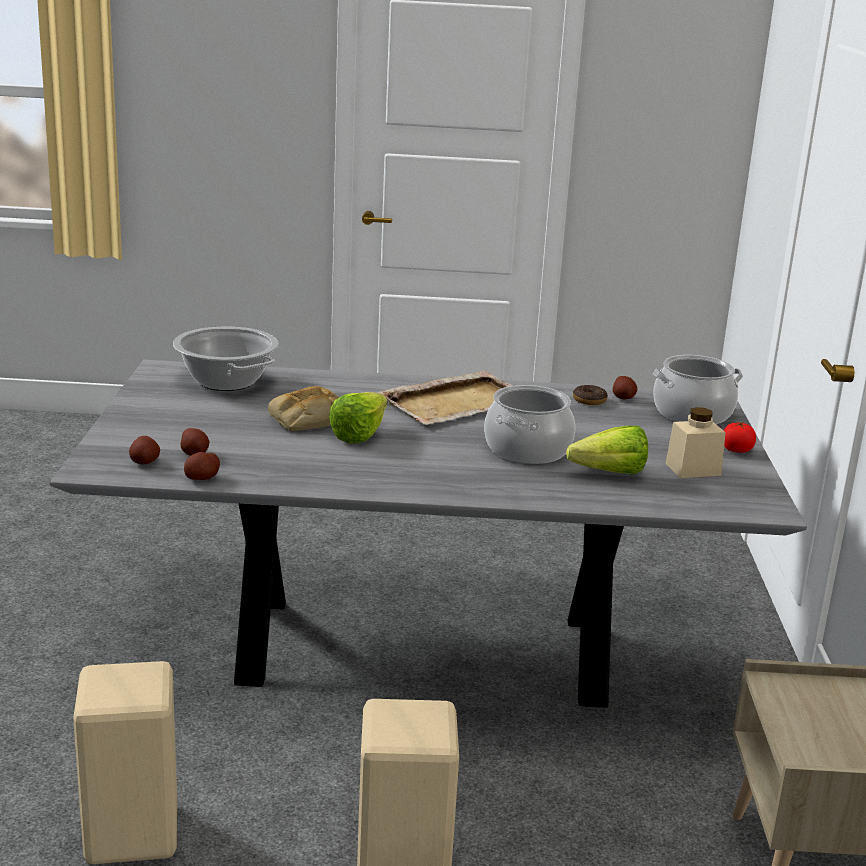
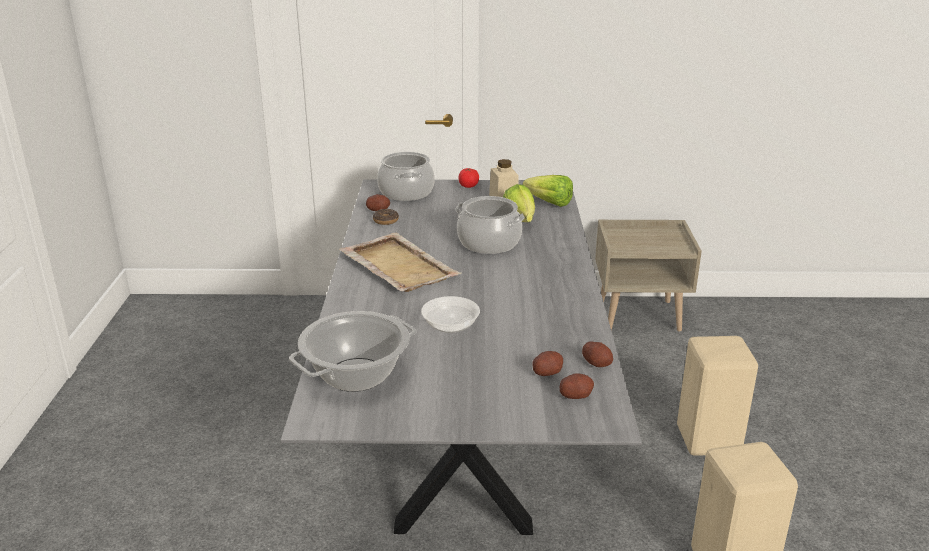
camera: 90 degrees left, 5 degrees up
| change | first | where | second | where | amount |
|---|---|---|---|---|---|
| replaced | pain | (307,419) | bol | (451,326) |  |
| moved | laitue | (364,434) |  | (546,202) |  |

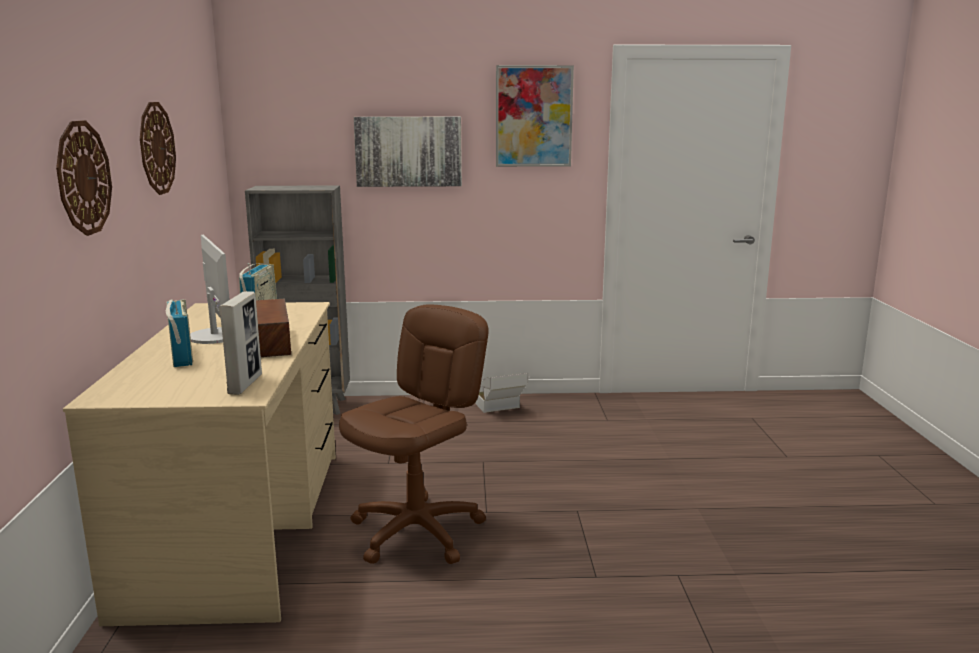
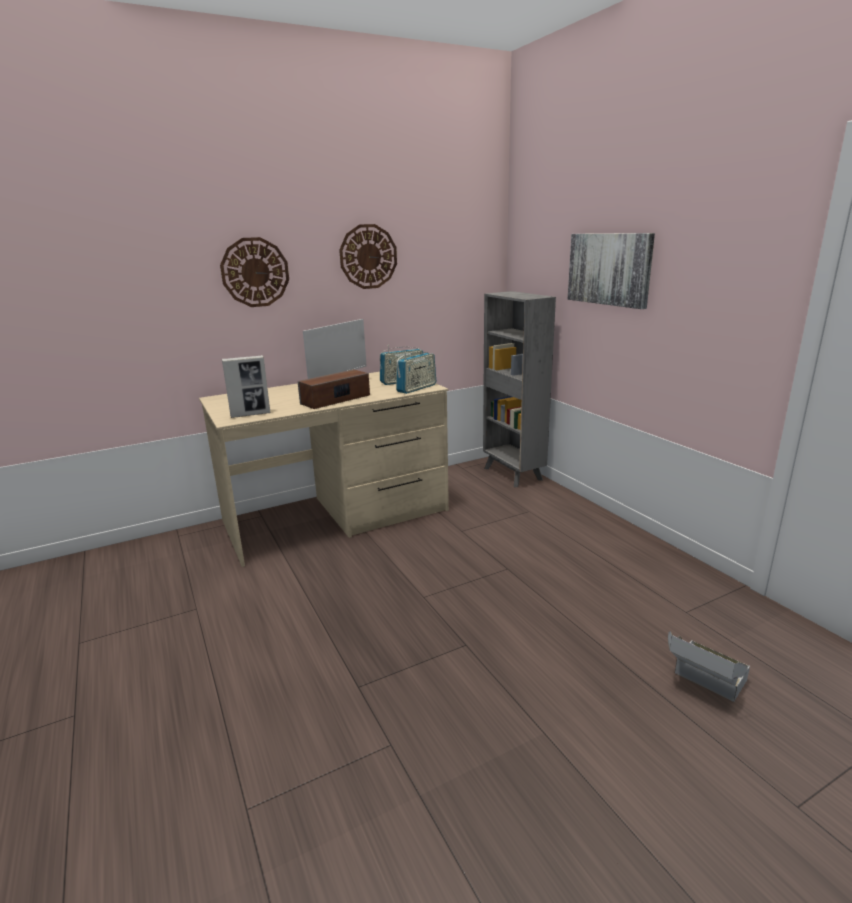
camera: 65 degrees right, 5 degrees up
| change | first | where | second | where | amount |
|---|---|---|---|---|---|
| moved | radio | (181,356) |  | (416,388) |  |
| moved | carton | (501,409) |  | (704,685) |  |
| removed | chaise de bureau (marron) | (417,532) |  |  |  |
| removed | tableau | (533,116) |  |  |  |

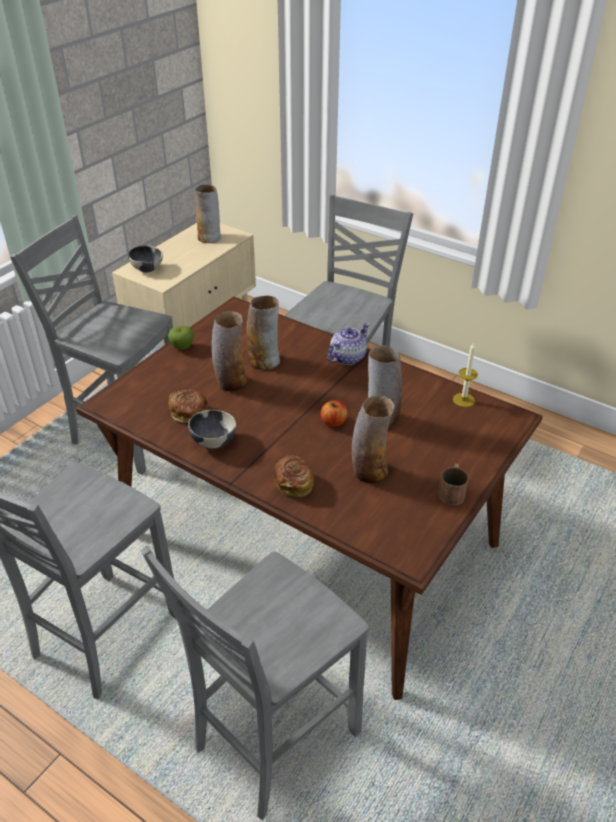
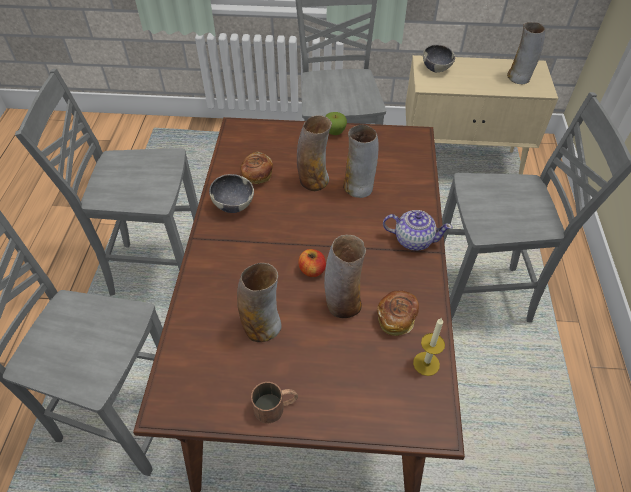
camera: 60 degrees right, 10 degrees up
| change | first | where | second | where | amount |
|---|---|---|---|---|---|
| moved | pain | (293,484) |  | (396,318) |  |

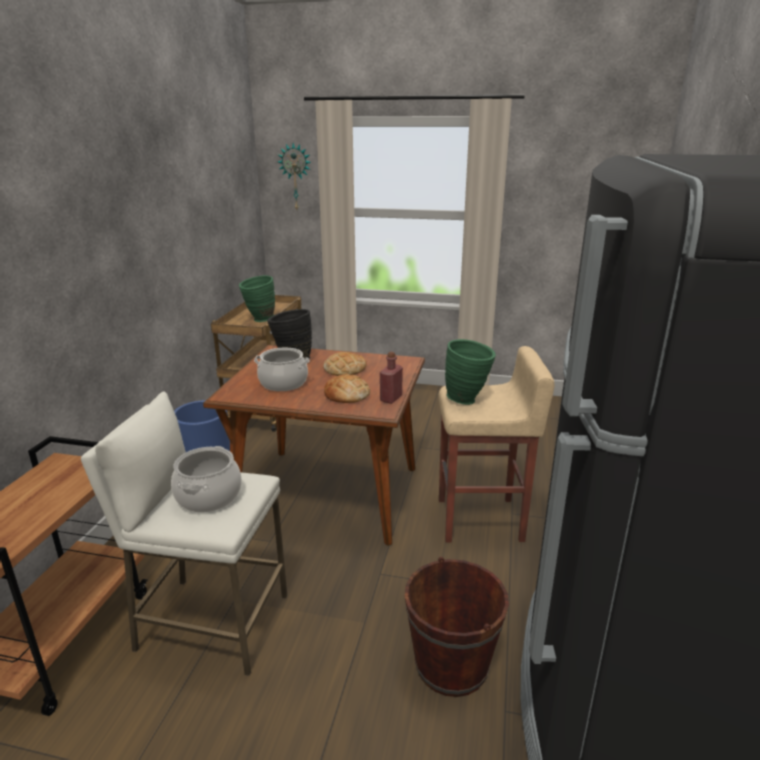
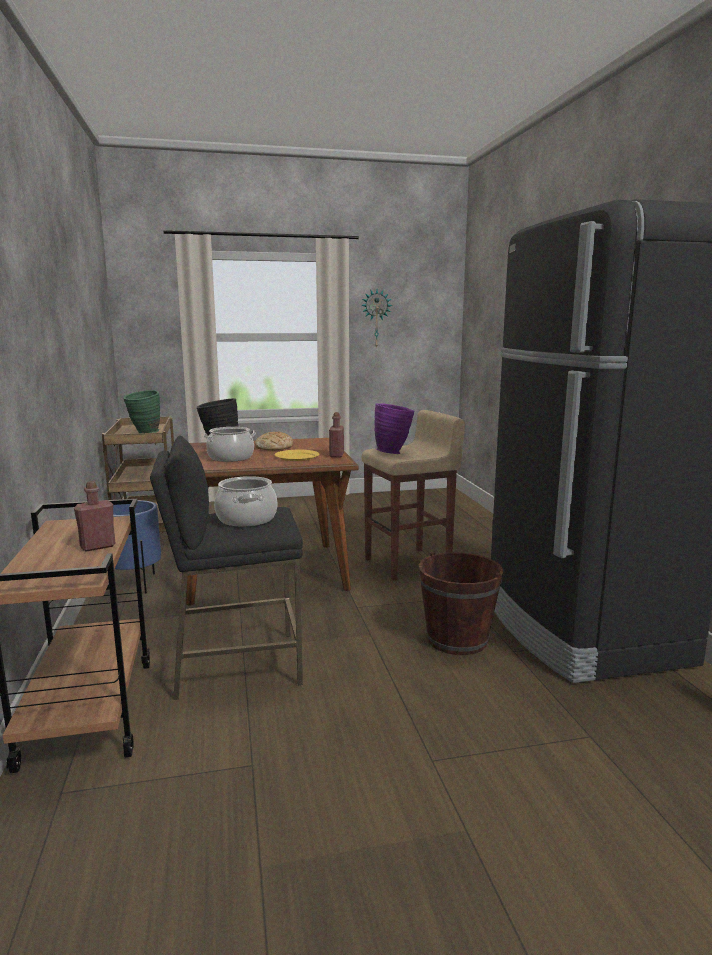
camera: 25 degrees left, 10 degrees down
| change | first | where | second | where | amount |
|---|---|---|---|---|---|
| added |  |  | bouteille (rouge) | (98,546) |  |
| recoloured | tabouret (blanc) | (212,623) | tabouret (noir) | (236,665) |  |
| replaced | pain | (347,394) | assiette (jaune) | (297,457) |  |
| moved | horloge murale | (296,177) |  | (376,318) |  |
| recoloured | vase (vert) | (468,400) | vase (violet) | (394,453) |  |

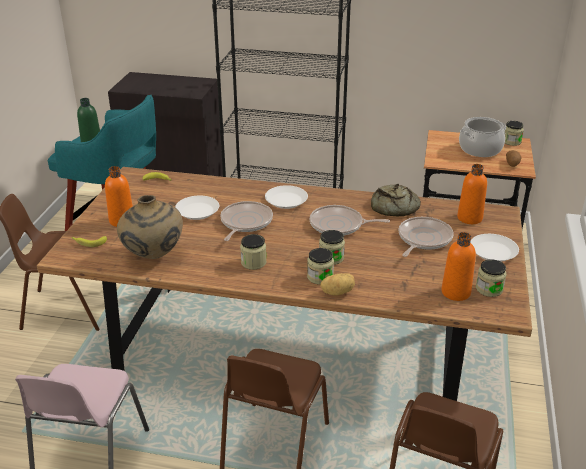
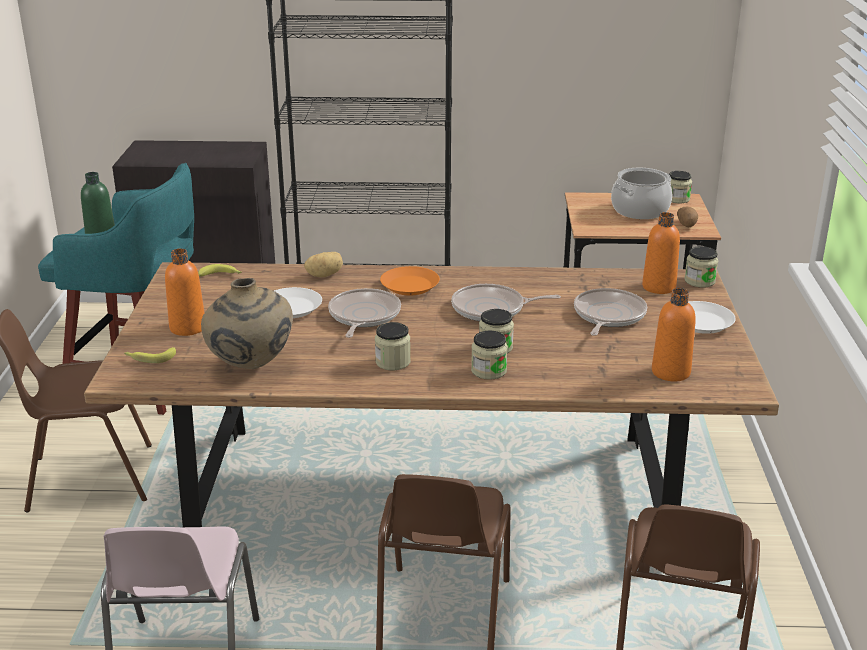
camera: 10 degrees left, 5 degrees down
| change | first | where | second | where | amount |
|---|---|---|---|---|---|
| moved | pomme de terre | (337,292) |  | (324,275) |  |
| recoloured | assiette (blanc) | (286,200) | assiette (orange) | (409,286) |  |
| moved | bocal | (489,289) |  | (699,281) |  |
| removed | pain | (393,207) |  |  |  |

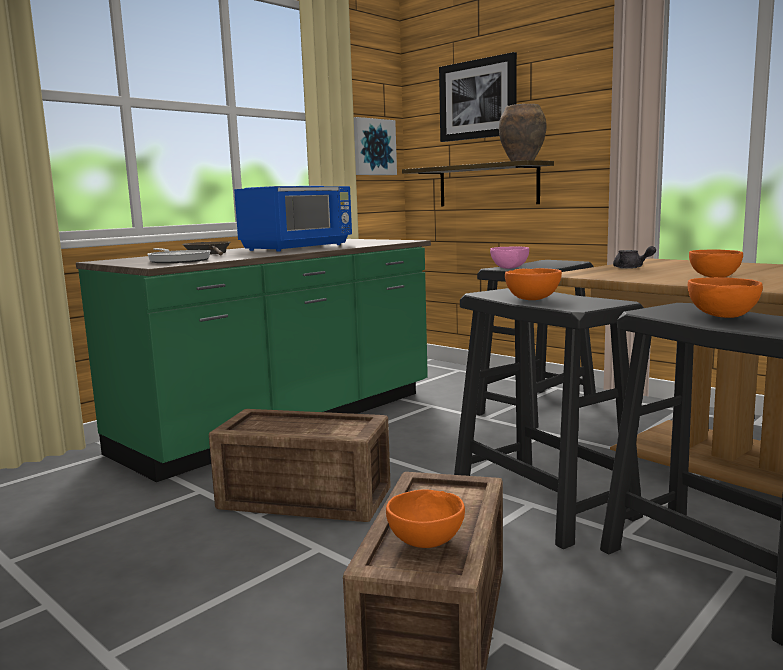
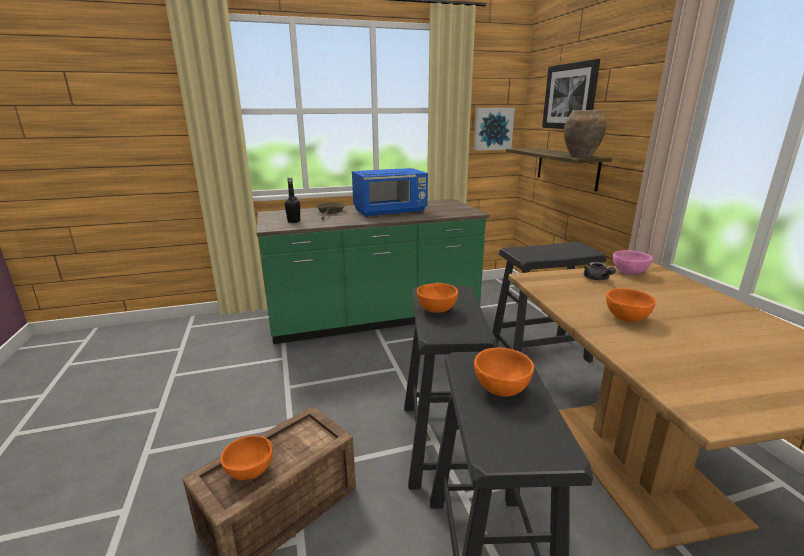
camera: 30 degrees right, 10 degrees up
| change | first | where | second | where | amount |
|---|---|---|---|---|---|
| replaced | poêle | (178,260) | bouteille (noir) | (294,221) |  |
| moved | bol (rose) | (508,268) |  | (628,272) |  |
| removed | caisse | (303,497) |  |  |  |

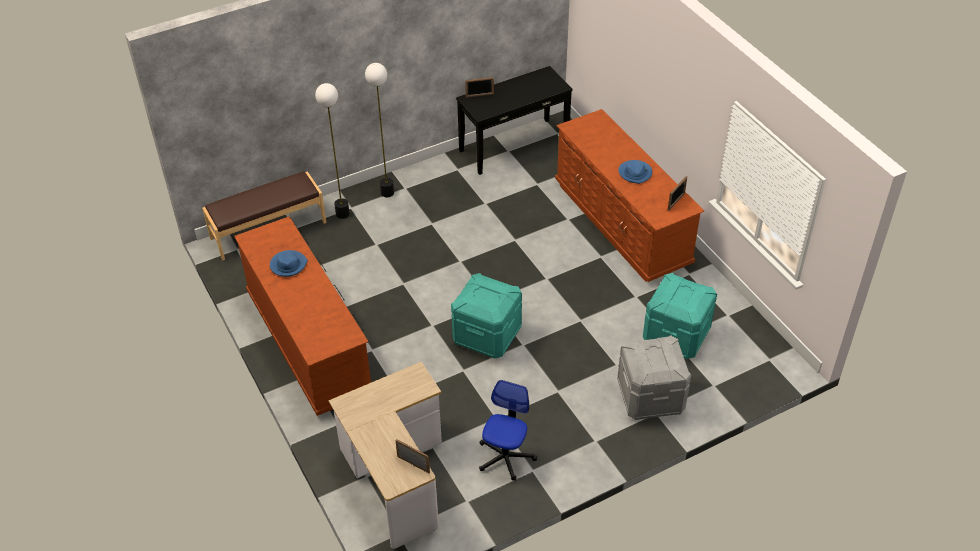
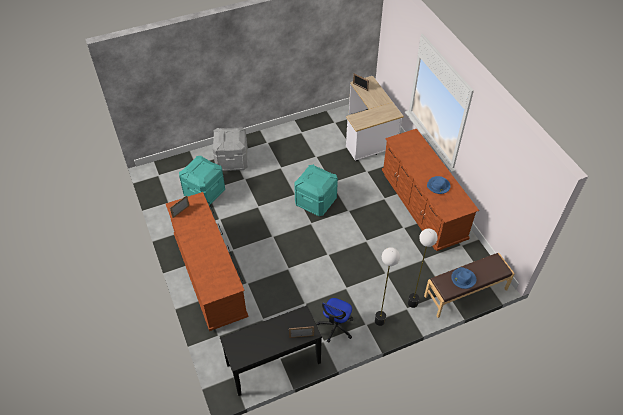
camera: 175 degrees left, 5 degrees up
| change | first | where | second | where | amount |
|---|---|---|---|---|---|
| moved | chaise de bureau | (505,457) |  | (335,327) |  |
| moved | chapeau (bleu) | (635,173) |  | (463,279) |  |

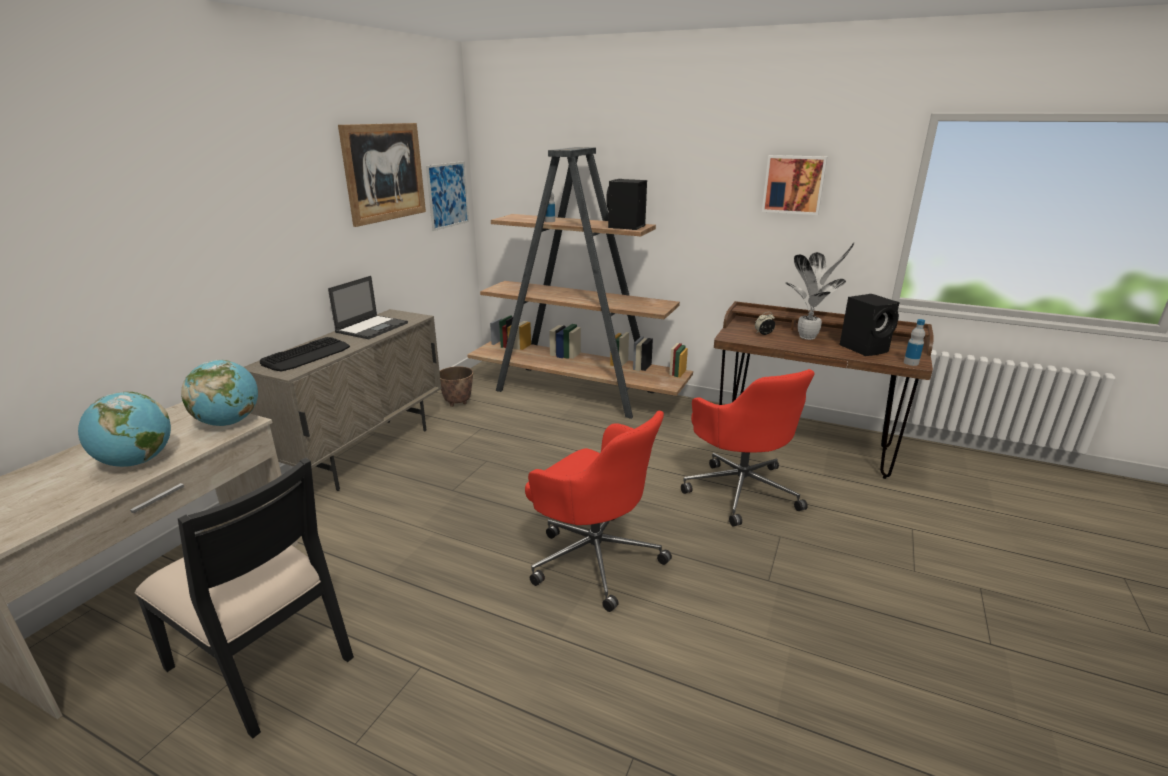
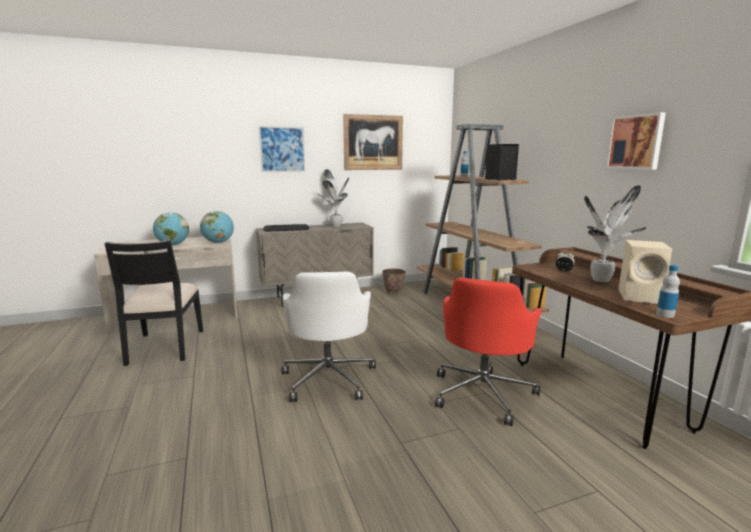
camera: 45 degrees right, 10 degrees down
| change | first | where | second | where | amount |
|---|---|---|---|---|---|
| moved | tableau | (448,195) |  | (282,149) |  |
| recoloured | chaise de bureau (rouge) | (594,557) | chaise de bureau (blanc) | (329,378) |  |
| replaced | ordinateur portable | (372,327) | plante en pot | (335,226) |  |
| recoloured | enceinte (noir) | (865,348) | enceinte (beige) | (641,297) |  |

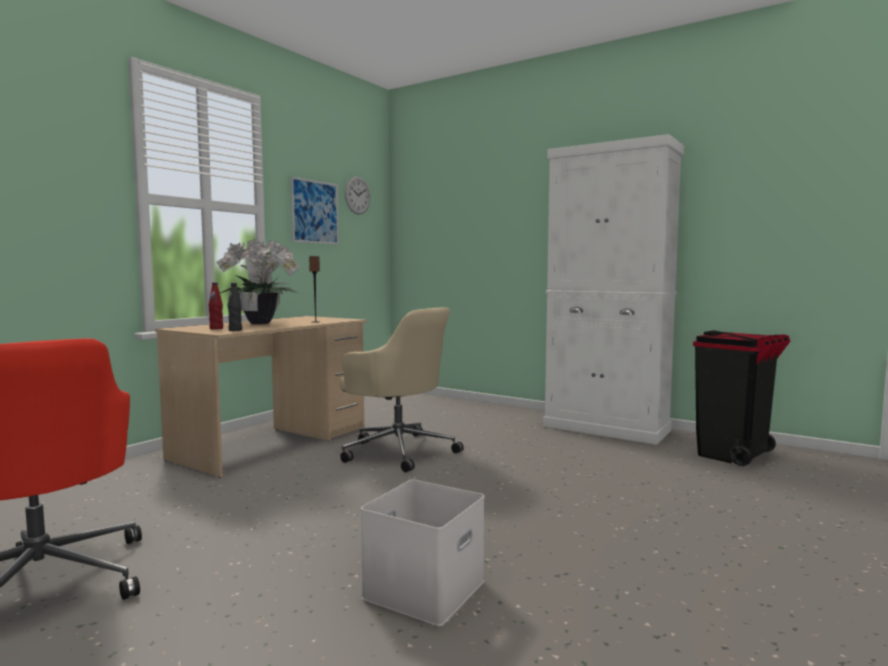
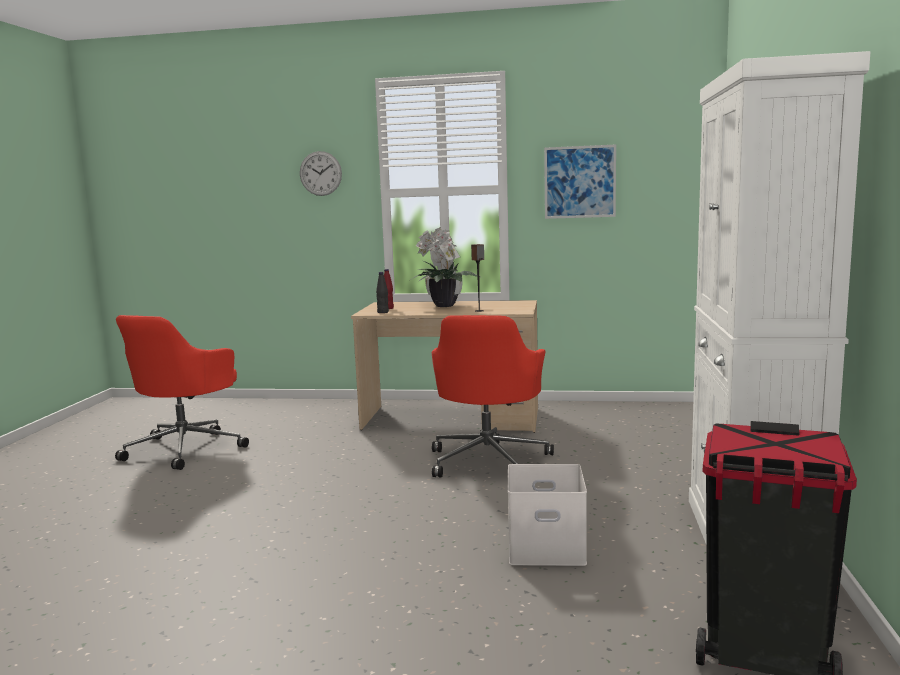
camera: 65 degrees right, 5 degrees up
| change | first | where | second | where | amount |
|---|---|---|---|---|---|
| moved | horloge murale | (357,195) |  | (320,173) |  |
| recoloured | chaise de bureau (beige) | (398,451) | chaise de bureau (rouge) | (488,460) |  |
| moved | boîte de rangement (blanc) | (425,591) |  | (544,548) |  |

